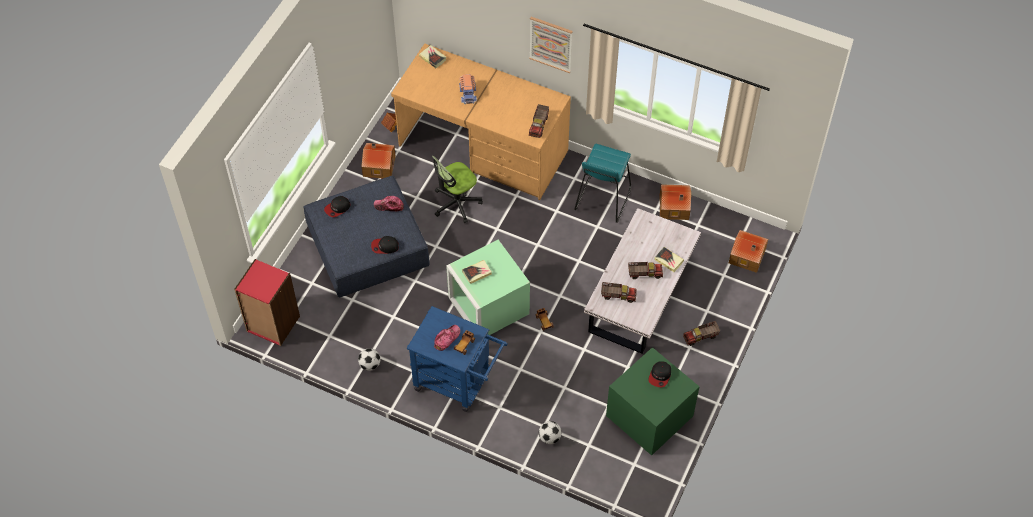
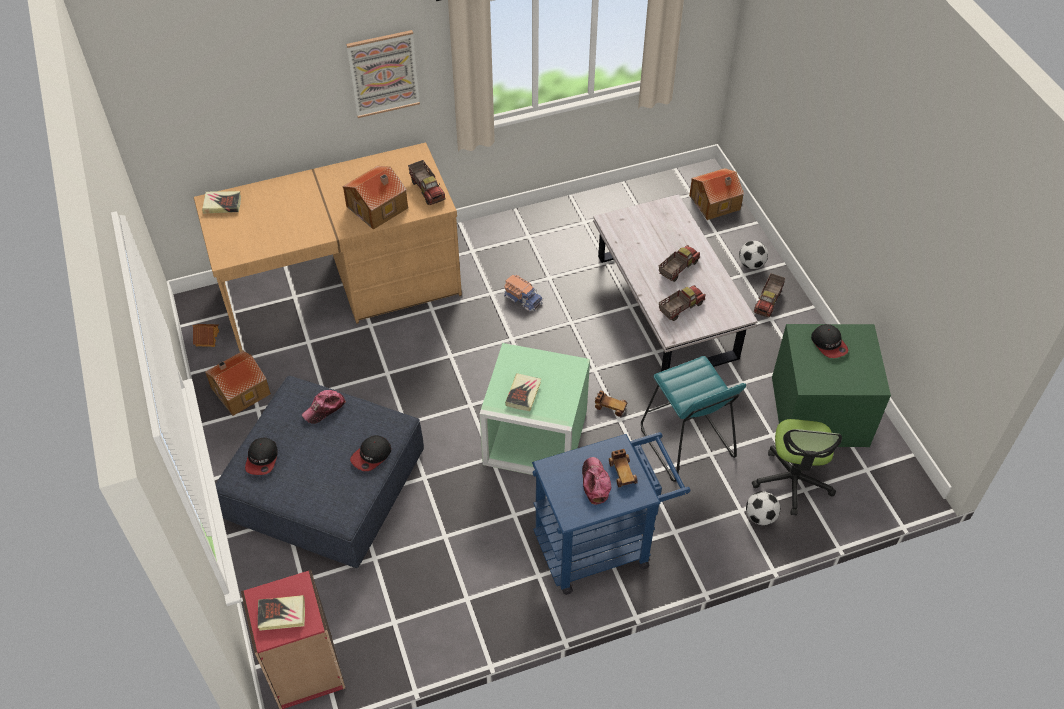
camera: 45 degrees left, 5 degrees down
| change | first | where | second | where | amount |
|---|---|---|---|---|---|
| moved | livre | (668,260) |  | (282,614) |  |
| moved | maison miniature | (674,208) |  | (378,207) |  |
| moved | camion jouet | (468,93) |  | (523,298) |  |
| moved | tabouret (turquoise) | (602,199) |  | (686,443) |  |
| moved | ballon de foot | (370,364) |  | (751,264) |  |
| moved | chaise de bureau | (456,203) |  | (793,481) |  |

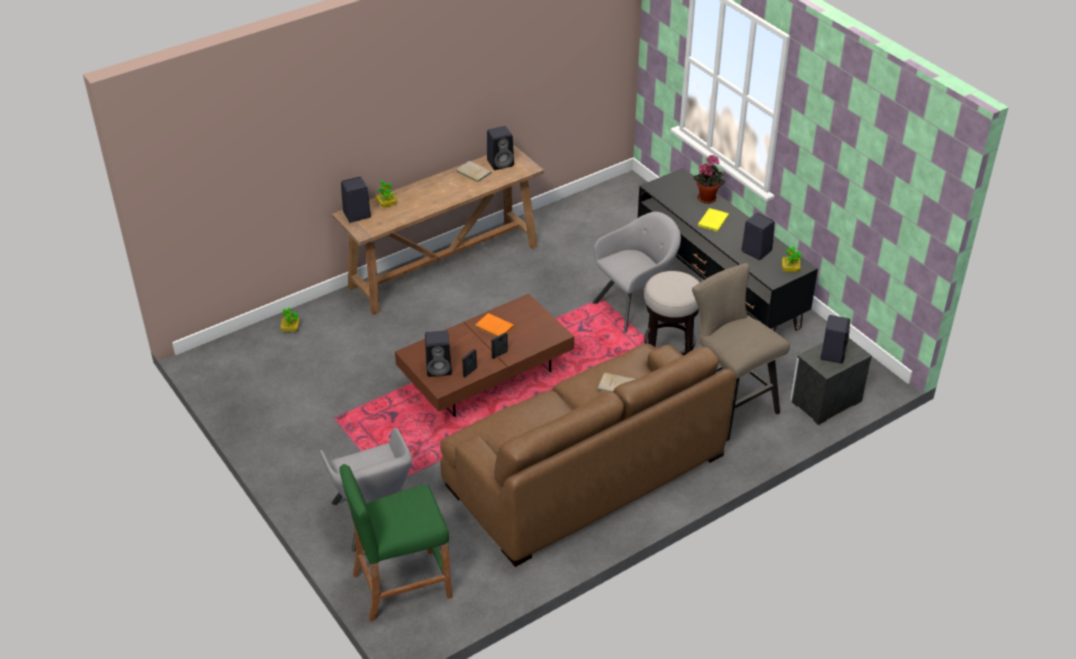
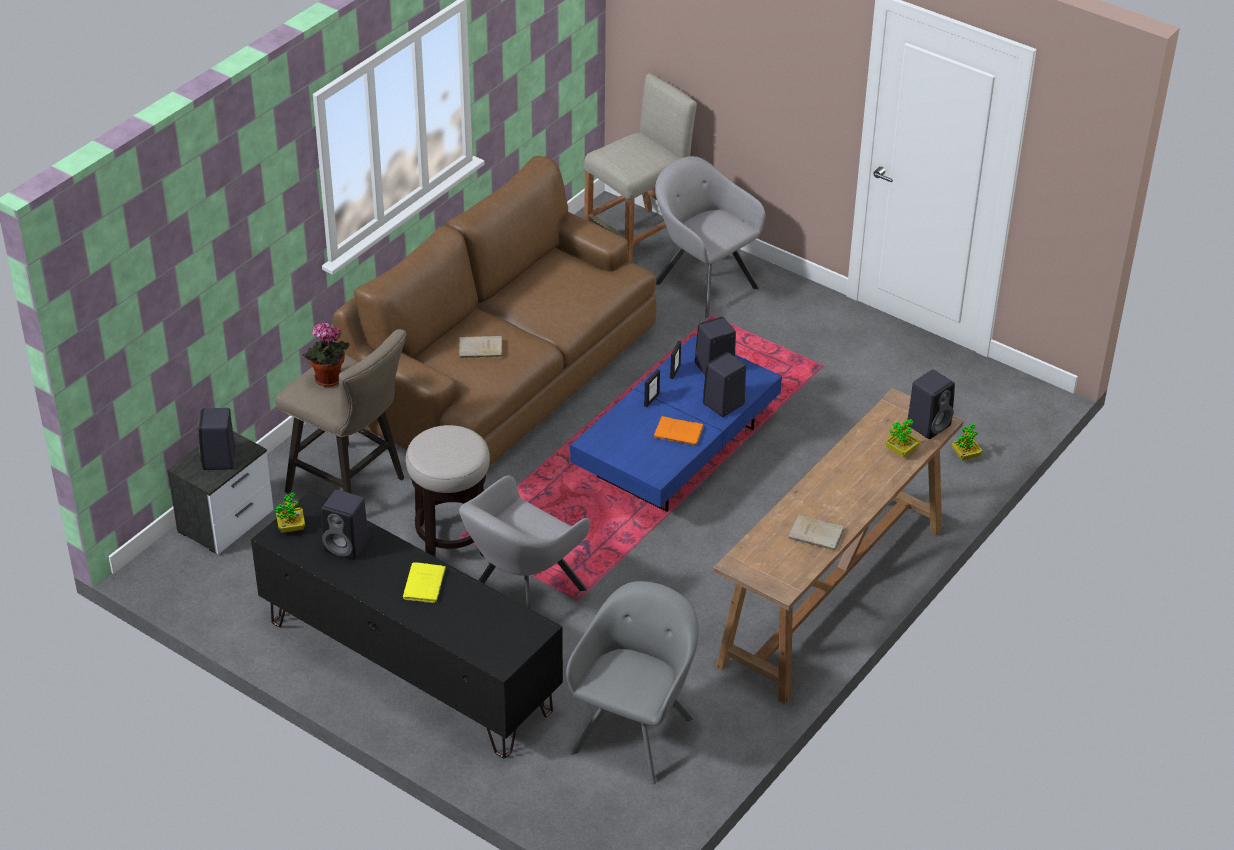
camera: 160 degrees right, 0 degrees up
| change | first | where | second | where | amount |
|---|---|---|---|---|---|
| moved | plante en pot | (707,197) |  | (328,380) |  |
| added |  |  | fauteuil (gris) | (635,730) |  |
| recoloured | table basse (marron) | (486,377) | table basse (bleu) | (675,453) |  |
| recoloured | tabouret (vert) | (401,585) | tabouret (beige) | (638,239) |  |
| moved | enceinte (noir) | (501,163) |  | (723,405) |  |

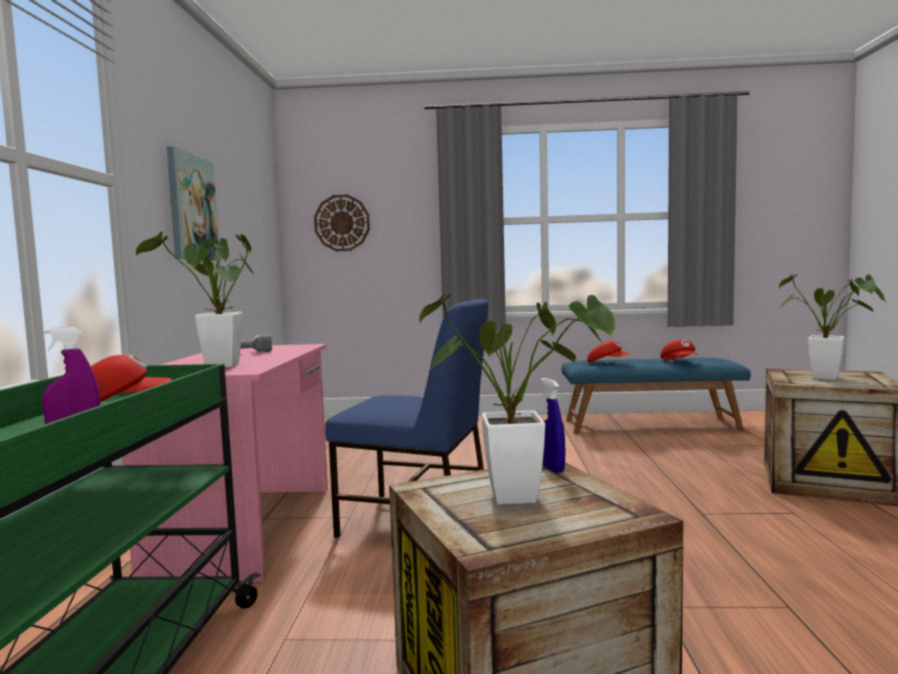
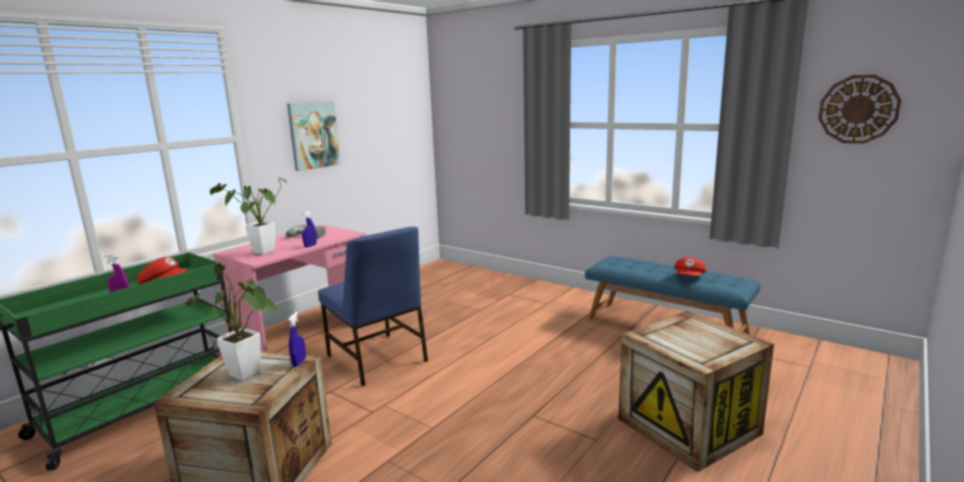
camera: 35 degrees right, 10 degrees up
| change | first | where | second | where | amount |
|---|---|---|---|---|---|
| added |  |  | vaporisateur (bleu) | (310,246) |  |
| moved | horloge murale | (342,223) |  | (858,109) |  |
| removed | casquette (rouge) | (607,363) |  |  |  |
| removed | plante en pot | (832,378) |  |  |  |

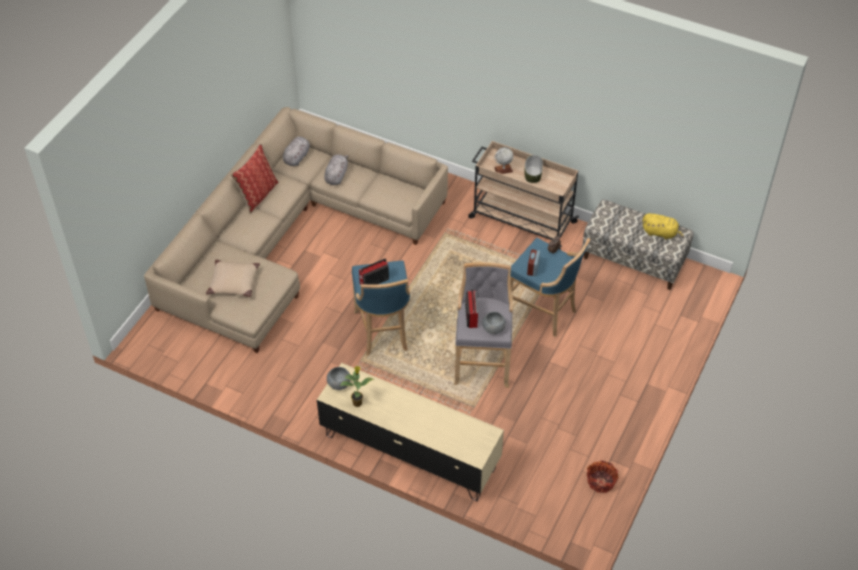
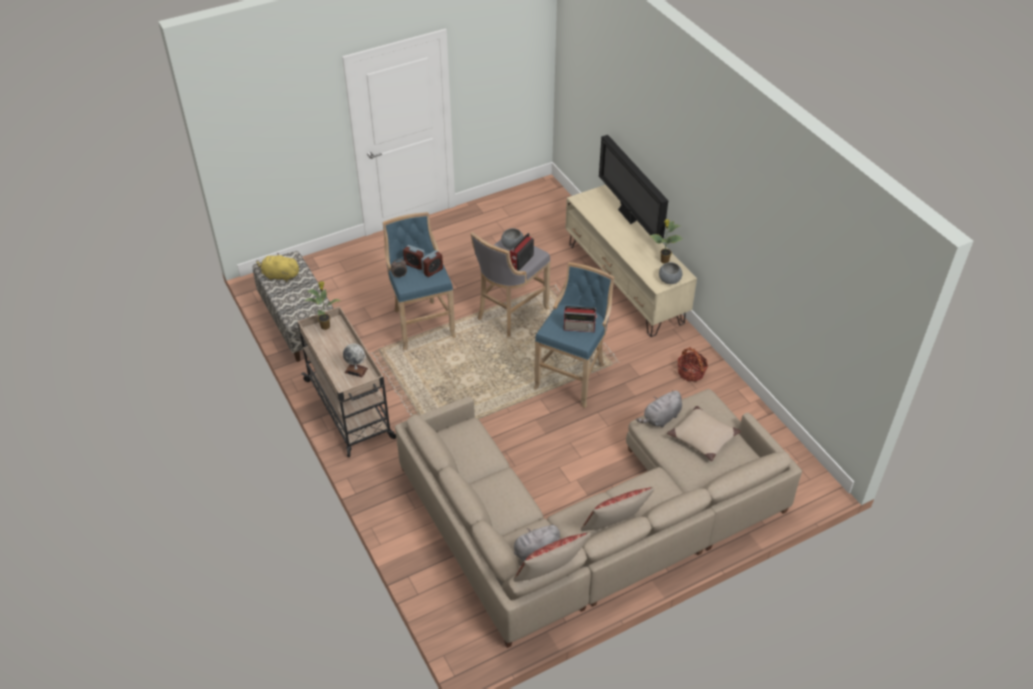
camera: 145 degrees left, 5 degrees down
| change | first | where | second | where | amount |
|---|---|---|---|---|---|
| turned | peluche (jaune) | (661,233) |  | (279,276) | 45 degrees counterclockwise |
| added |  |  | plante en pot | (326,326) |  |
| added |  |  | réveil | (415,264) |  |
| added |  |  | coussin | (549,576) |  |
| added |  |  | téléviseur | (628,217) |  |
| moved | peluche (gris) | (336,175) |  | (661,418) |  |
| moved | panier | (601,481) |  | (690,372) |  |
| removed | bol | (533,175) |  |  |  |

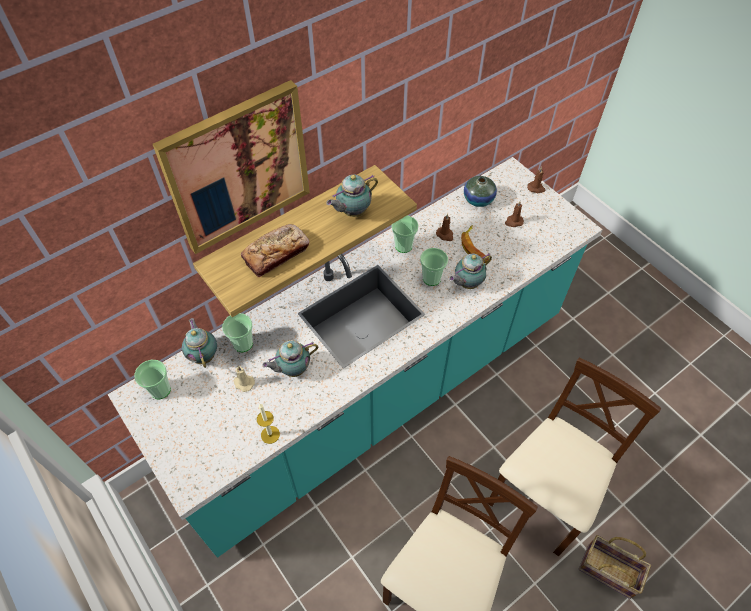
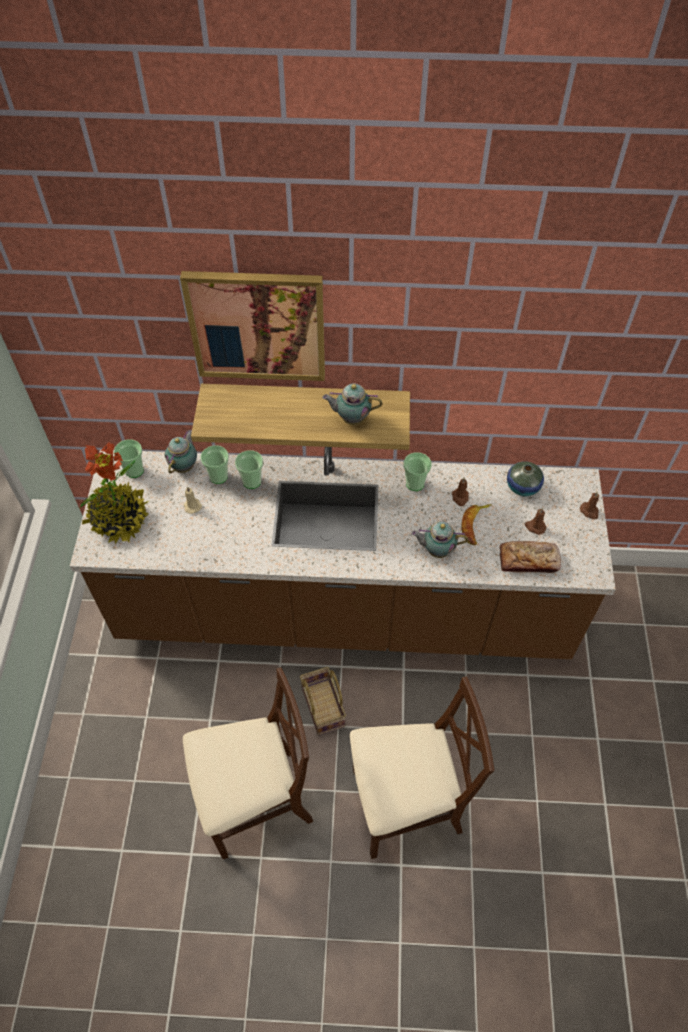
camera: 40 degrees right, 0 degrees up
| change | first | where | second | where | amount |
|---|---|---|---|---|---|
| recoloured | comptoir de cuisine (turquoise) | (375,394) | comptoir de cuisine (marron) | (344,610) |  |
| added |  |  | plante en pot | (119,519) |  |
| moved | tasse | (431,278) |  | (252,481) |  |
| moved | panier | (606,571) |  | (321,706) |  |
| moved | pain | (276,254) |  | (528,560) |  |
| removed | bougie | (270,434) |  |  |  |
| removed | théière | (292,369) |  |  |  |

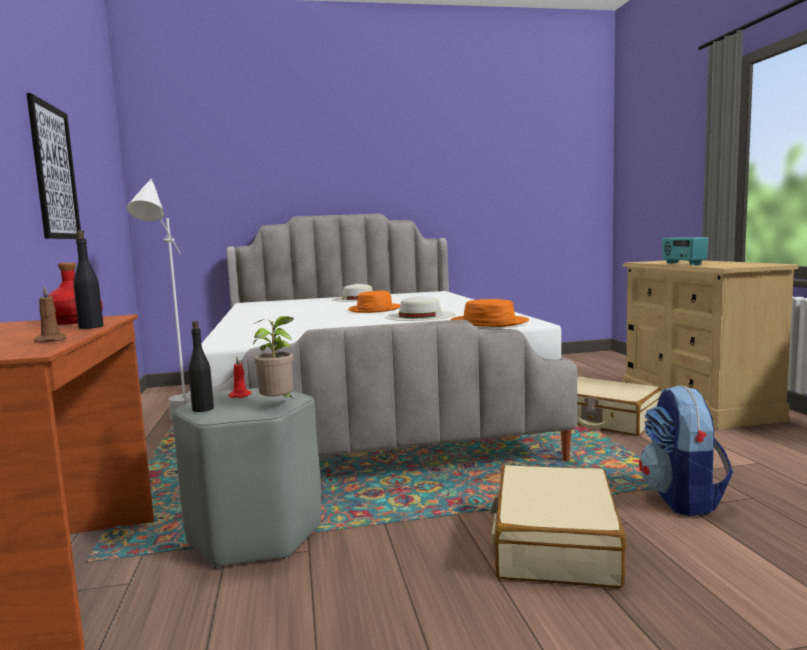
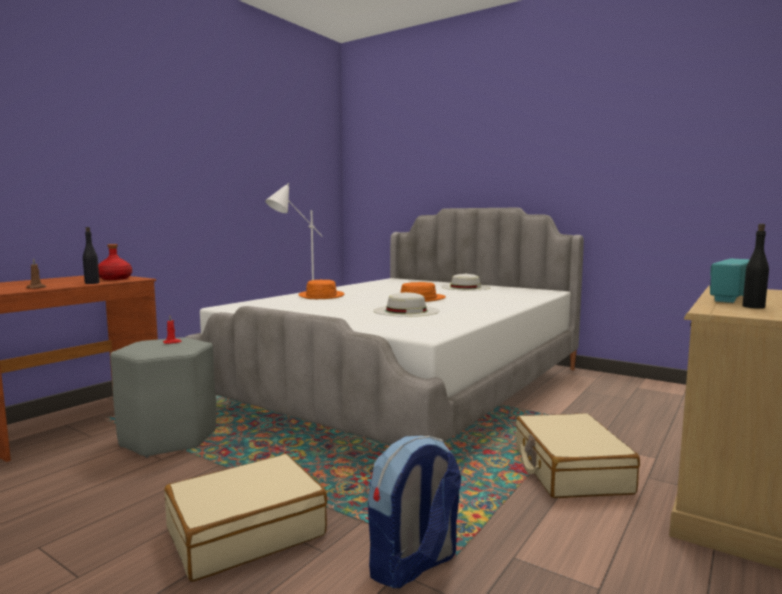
camera: 45 degrees right, 0 degrees up
| change | first | where | second | where | amount |
|---|---|---|---|---|---|
| moved | chapeau (orange) | (489,322) |  | (321,296) |  |
| moved | bouteille (noir) | (203,409) |  | (753,307) |  |
| removed | tableau | (54,172) |  |  |  |
| removed | plante en pot | (279,404) |  |  |  |

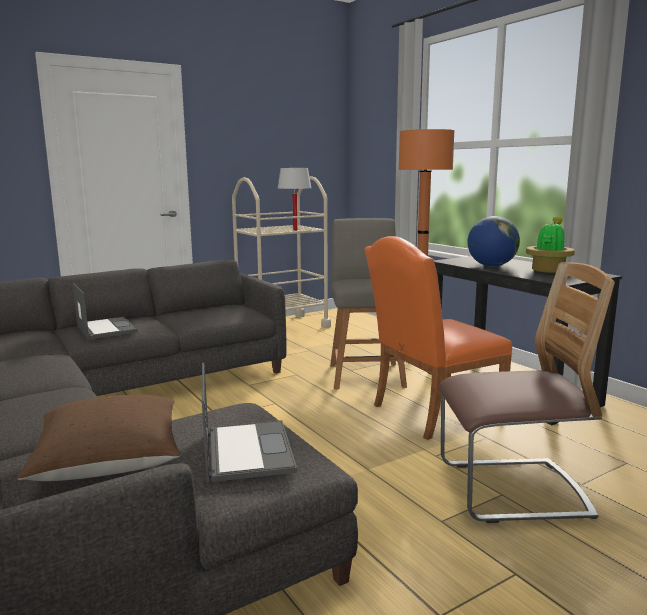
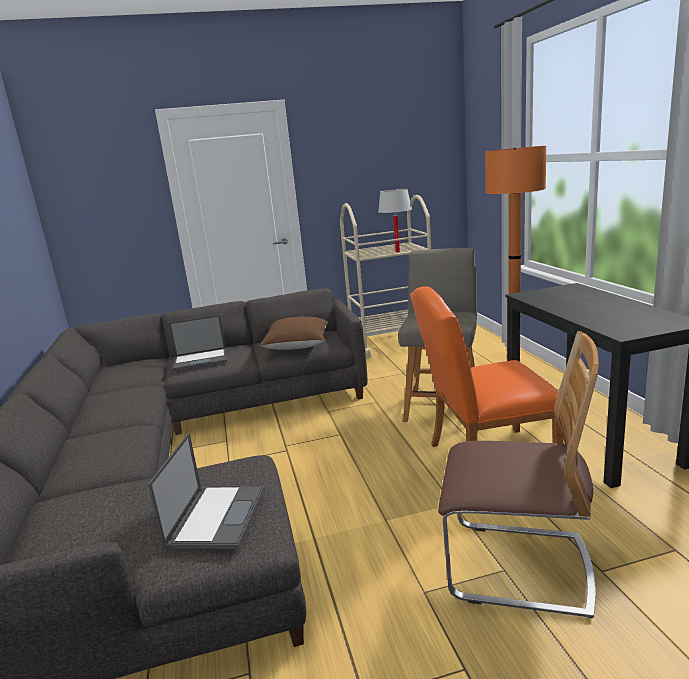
camera: 20 degrees right, 5 degrees up
| change | first | where | second | where | amount |
|---|---|---|---|---|---|
| turned | ordinateur portable | (106,328) |  | (201,359) | 90 degrees clockwise |
| moved | coussin (marron) | (109,461) |  | (297,345) |  |
| removed | globe | (491,266) |  |  |  |
| removed | plante en pot | (548,270) |  |  |  |

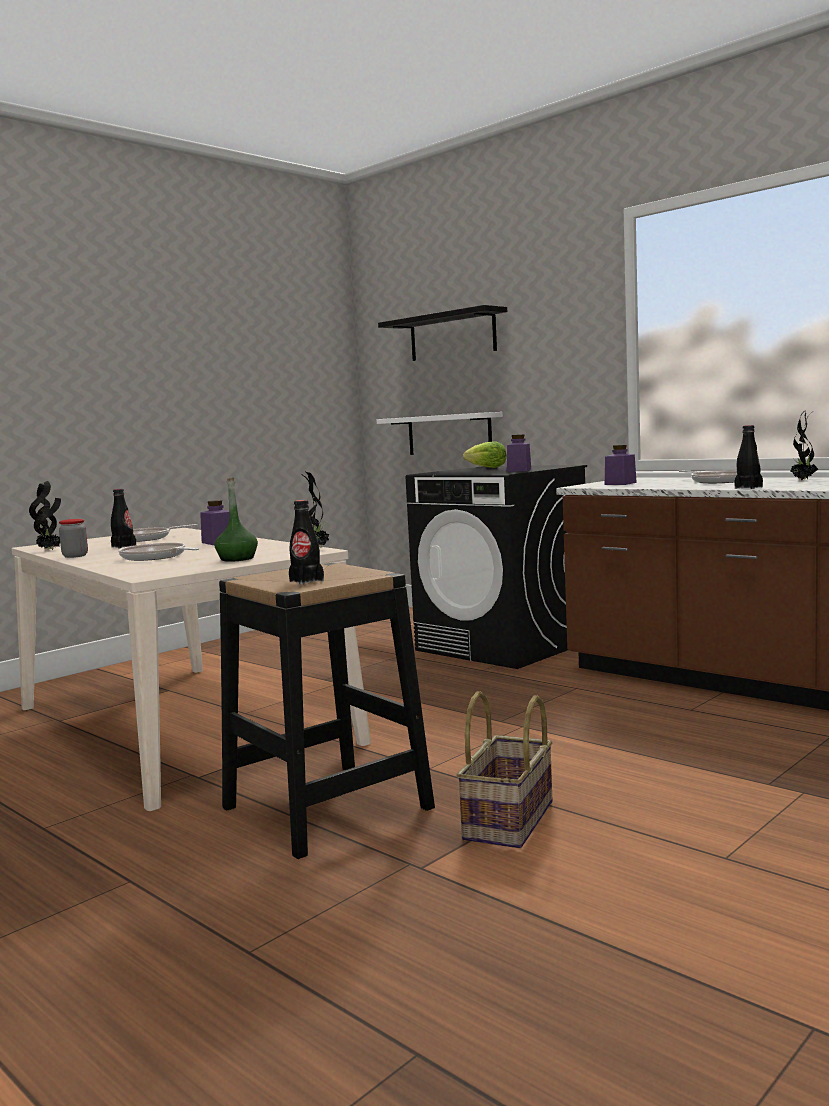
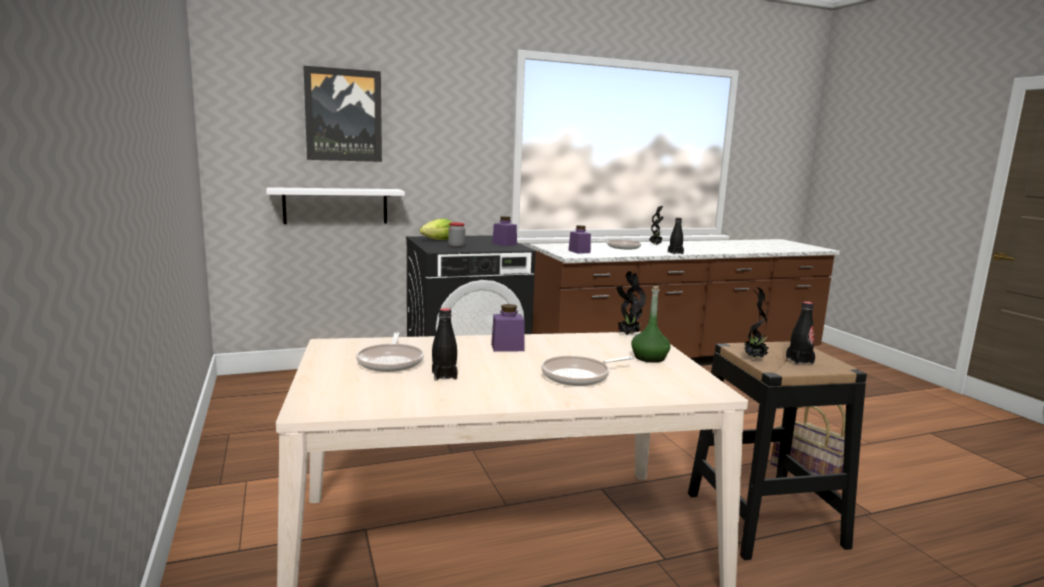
camera: 65 degrees left, 5 degrees up
| change | first | where | second | where | amount |
|---|---|---|---|---|---|
| replaced | étagère (noir) | (452,335) | tableau | (343,115) |  |
| moved | bocal | (75,556) |  | (456,246) |  |
| moved | plante en pot | (50,550) |  | (753,358) |  |

